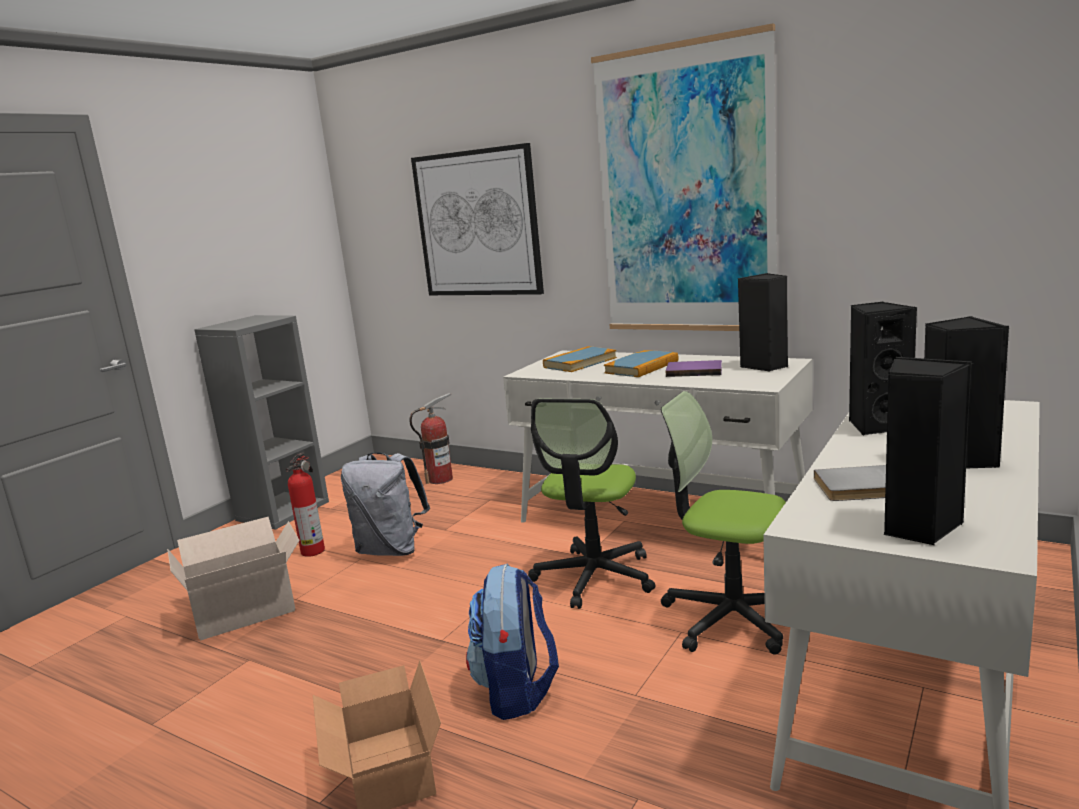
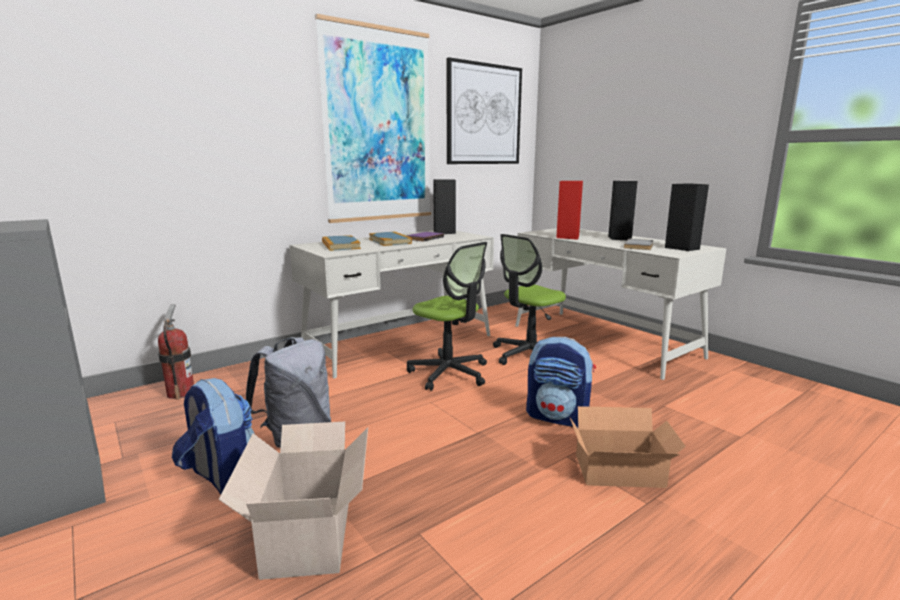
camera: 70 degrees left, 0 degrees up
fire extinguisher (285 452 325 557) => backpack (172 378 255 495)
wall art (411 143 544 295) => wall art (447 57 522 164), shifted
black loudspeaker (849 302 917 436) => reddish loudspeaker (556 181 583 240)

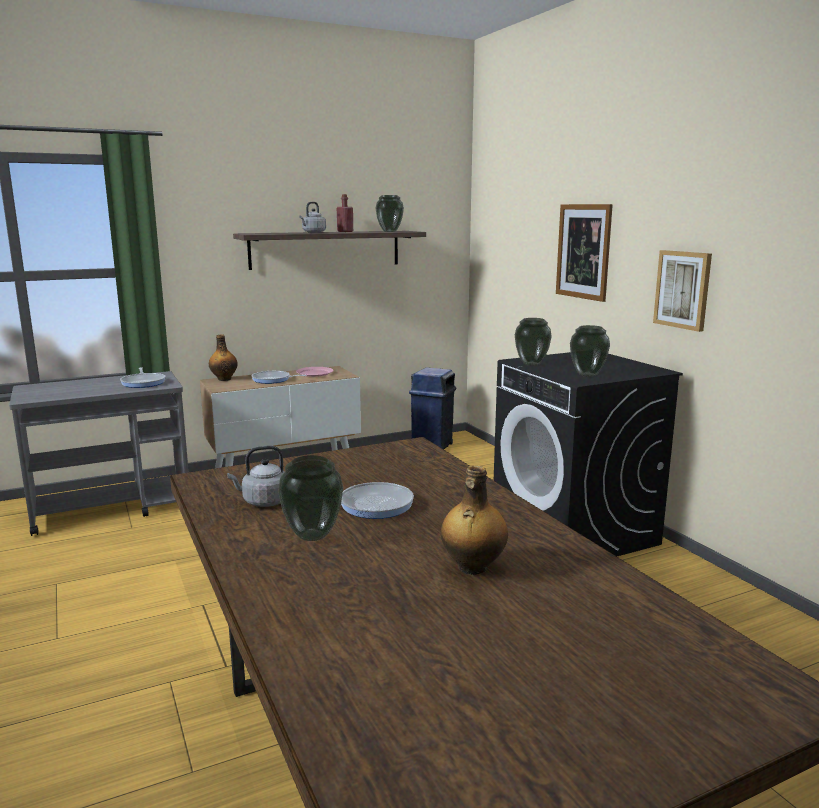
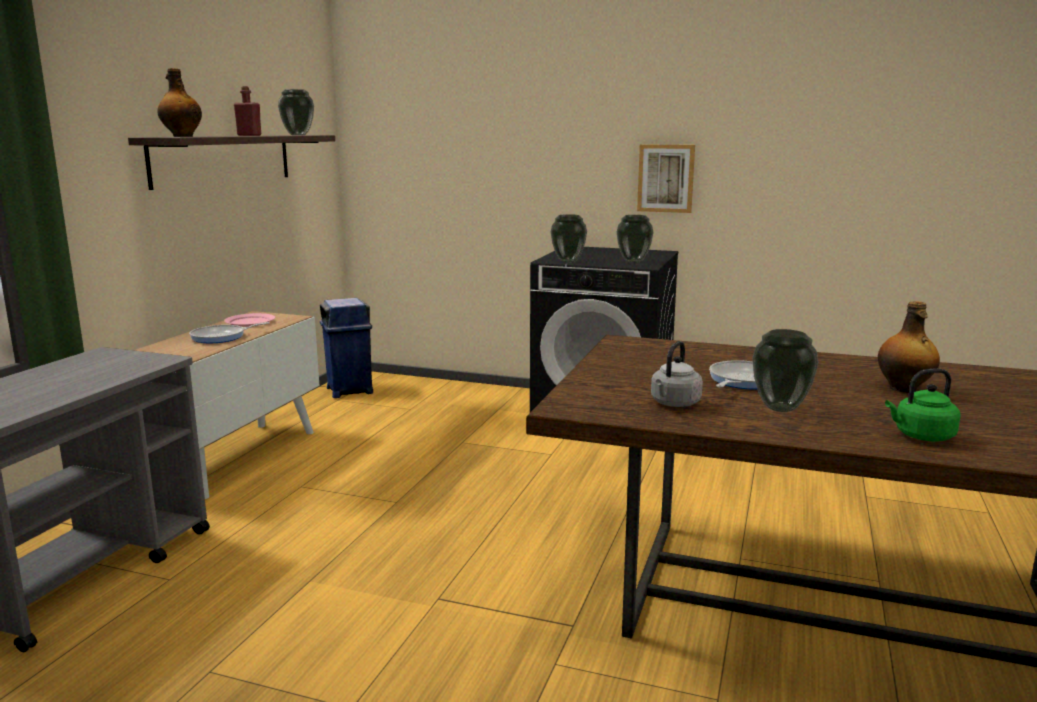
camera: 45 degrees left, 0 degrees up
drink bottle (209 335 238 381) => drink bottle (157 68 202 137), shifted
nothing => green-coloured kettle (885 368 961 441)
skillet (120 367 165 388) => nothing
grey kettle (299 202 326 233) => nothing
wall art (556 204 613 302) => nothing

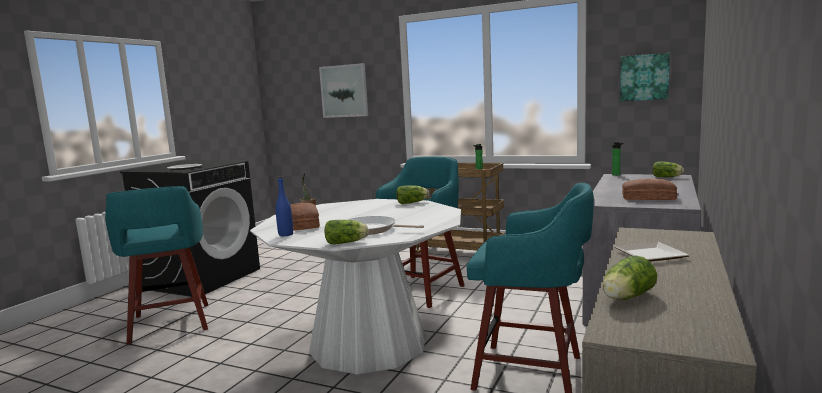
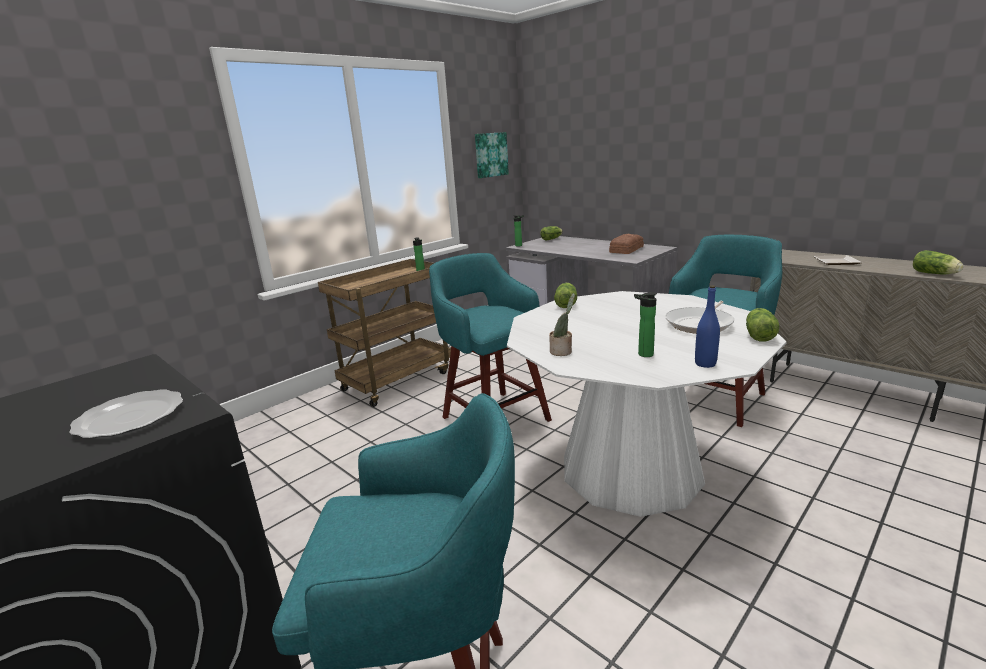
camera: 70 degrees left, 10 degrees up
bakery bread (291 203 320 231) => drink bottle (634 292 657 357)
wall art (319 63 368 118) => nothing

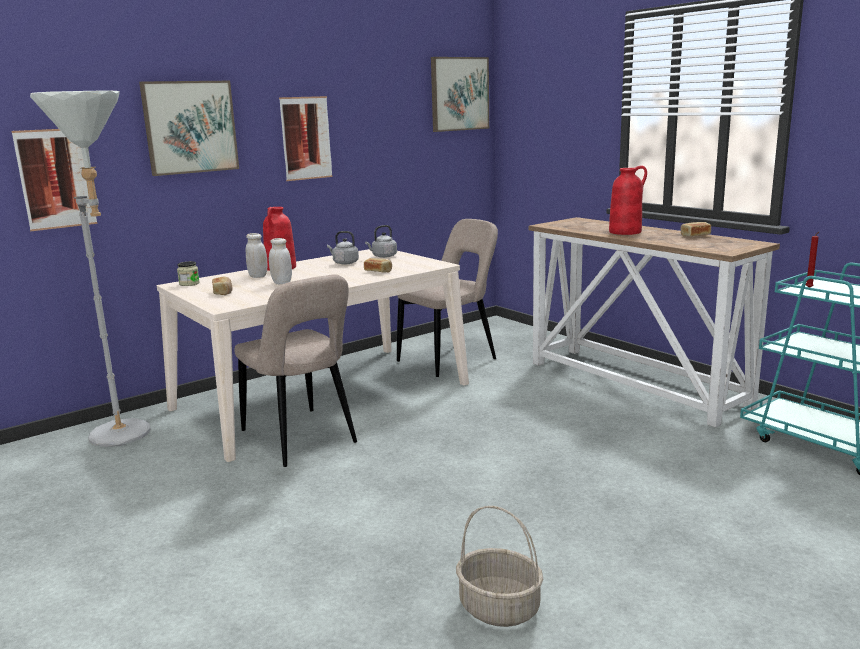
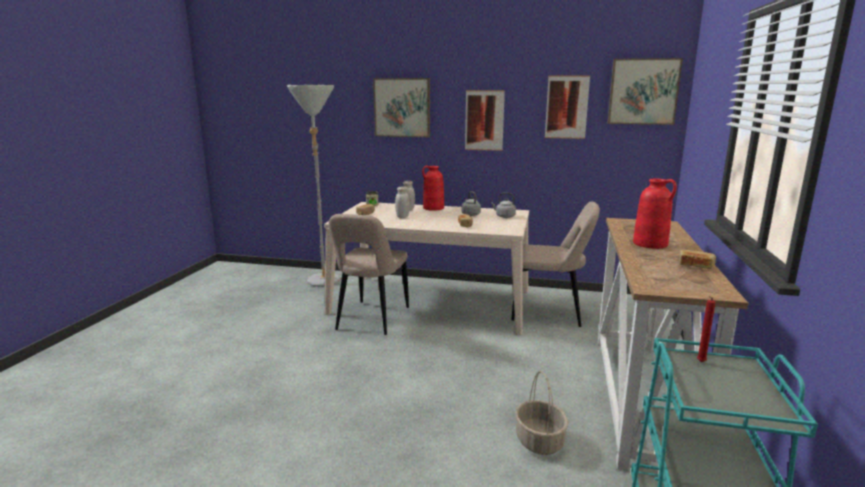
camera: 50 degrees right, 0 degrees up
basket (456 506 543 627) => basket (515 371 568 455), shifted
wall art (11 129 98 231) => wall art (545 75 590 139), shifted

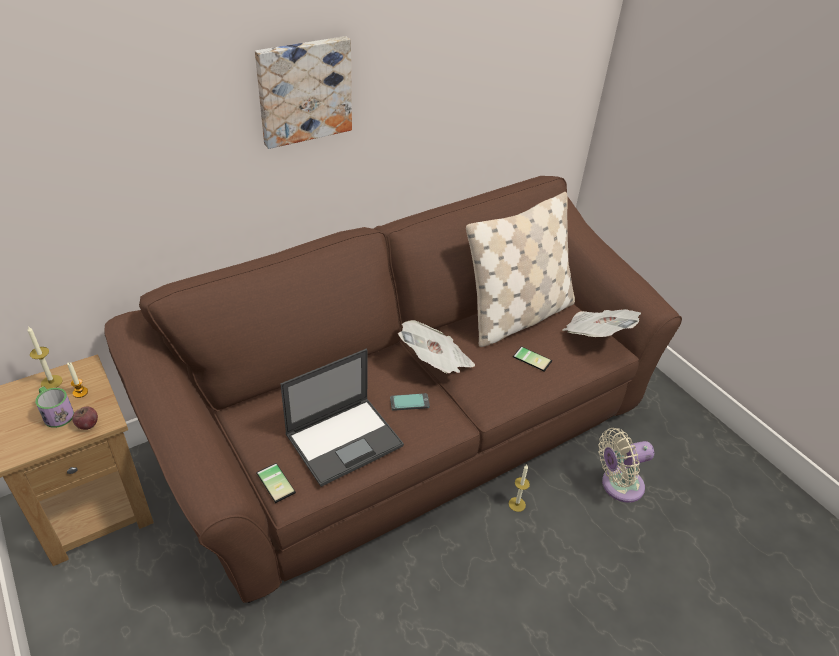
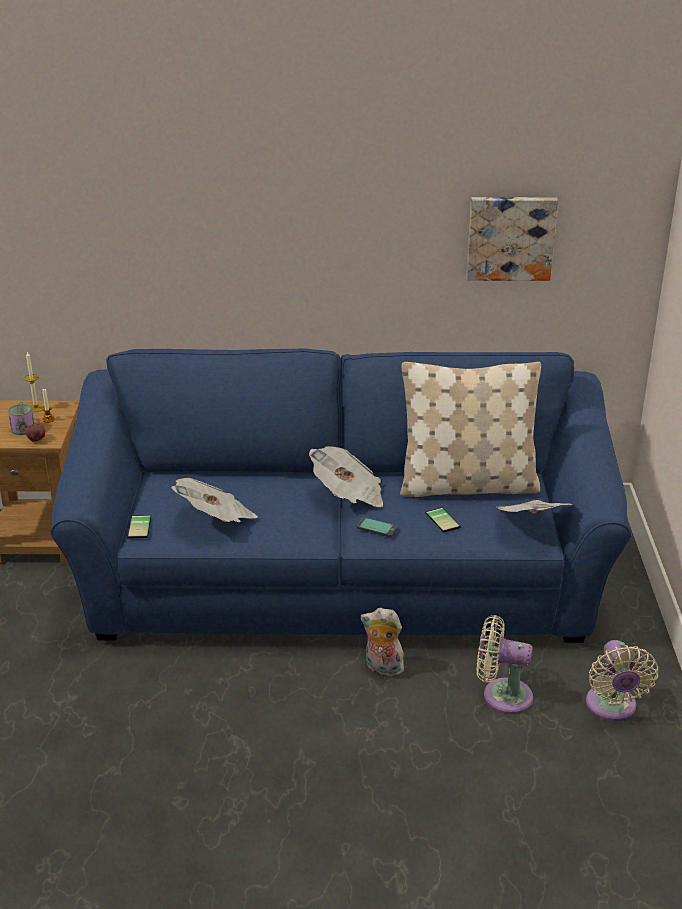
camera: 35 degrees right, 10 degrees down
brownish sofa (104 176 682 603) => bluish sofa (50 349 631 643)
portable computer (280 349 404 487) => printed paper (171 478 258 522)
phone (390 393 430 411) => phone (357 517 398 537), shifted
wax candle (509 465 530 512) => soft toy (361 608 404 676)
wall art (255 36 352 149) => wall art (467 197 558 281), shifted
nothing => beige fan (586 640 658 721)

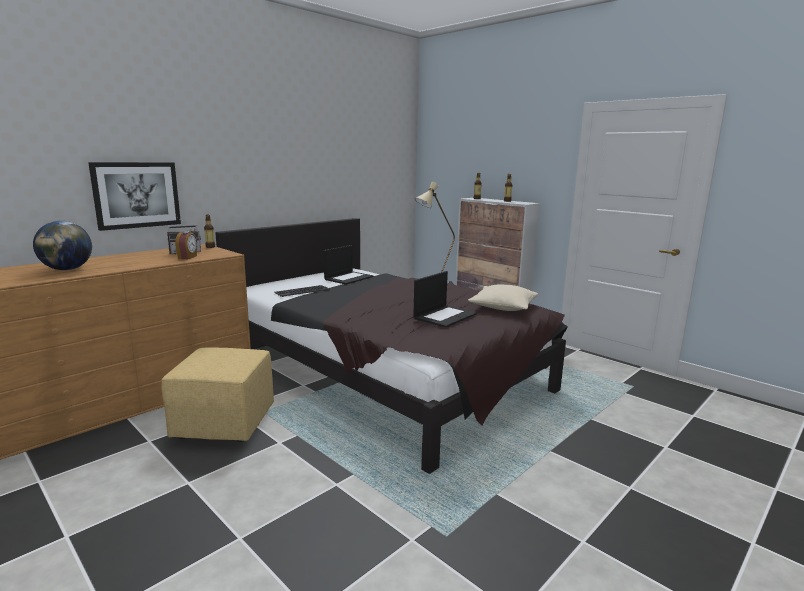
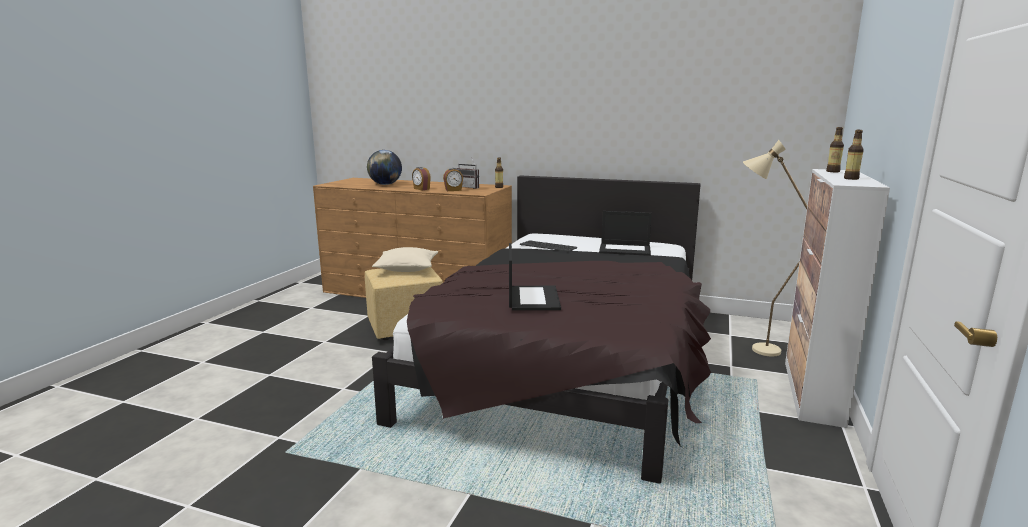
camera: 65 degrees right, 0 degrees up
beige cushion (468 284 538 311) => beige cushion (372 247 438 272), shifted
nothing => alarm clock (412 167 431 190)
portable computer (413 271 477 328) => portable computer (509 243 561 310), 105 degrees counterclockwise
wall art (88 162 181 231) => nothing

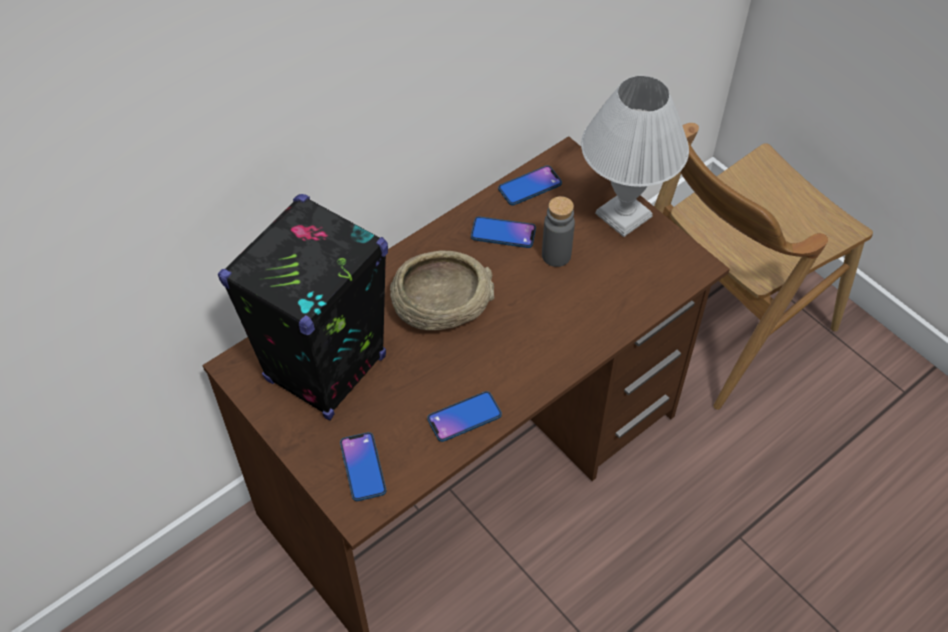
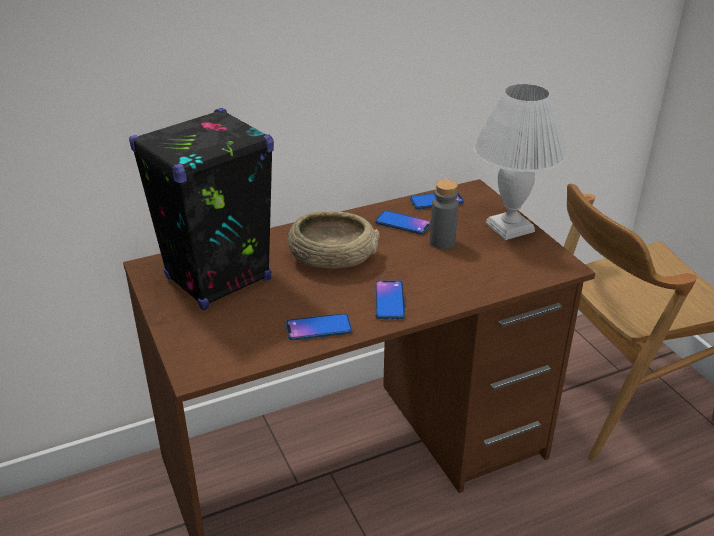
camera: 15 degrees right, 20 degrees down
phone (340 432 386 501) => phone (375 280 405 319), shifted

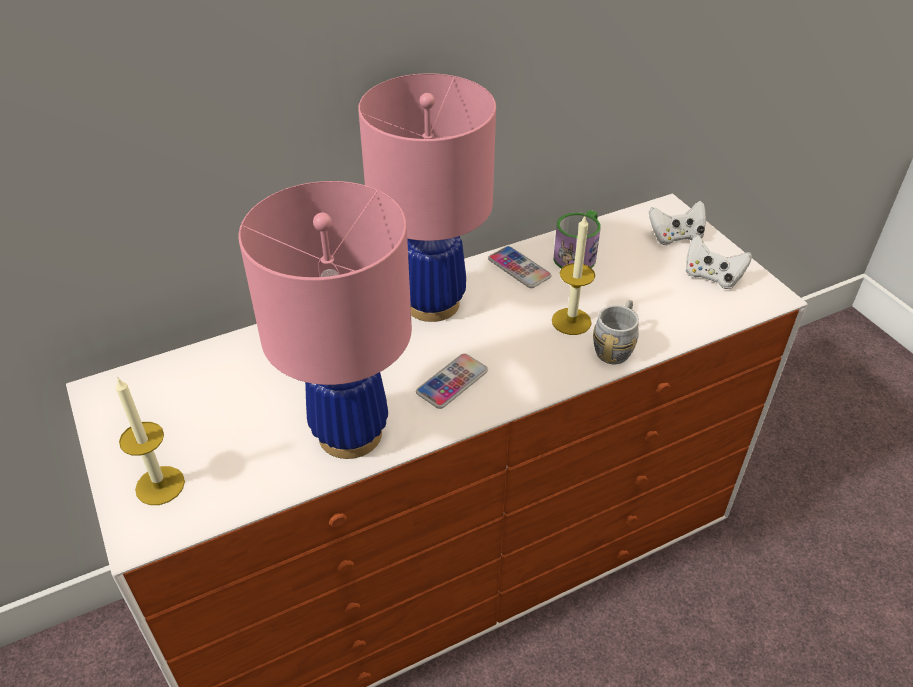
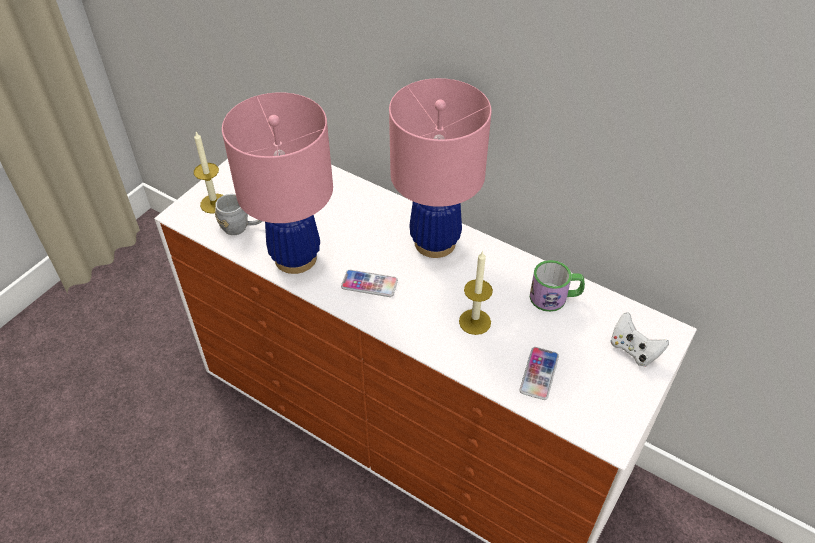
camera: 60 degrees right, 5 degrees up
grey coffee mug (593 300 639 364) => grey coffee mug (215 194 263 235), shifted
phone (488 246 552 288) => phone (519 347 559 400), shifted
white-coloured gamepad (686 235 752 289) => nothing

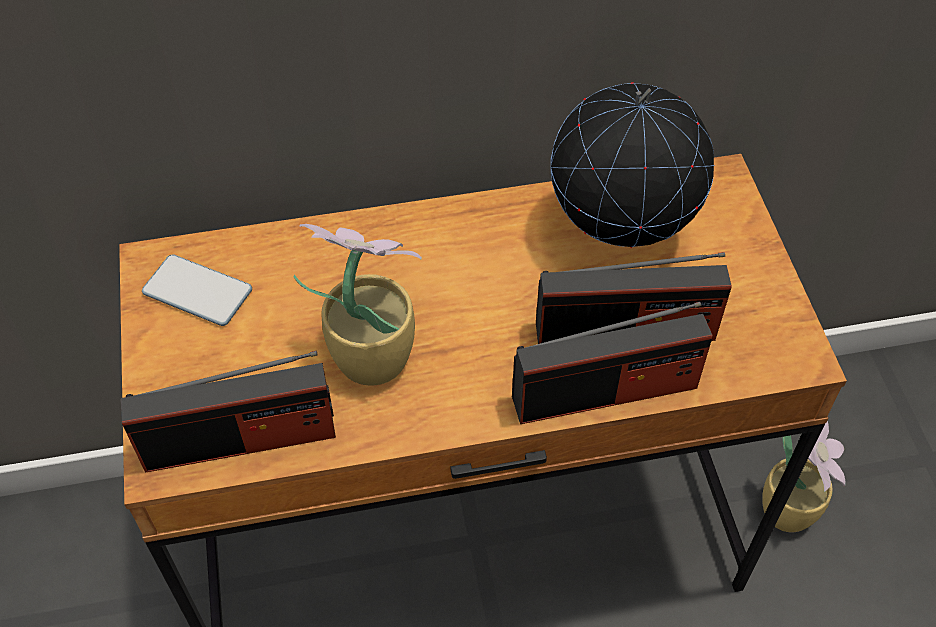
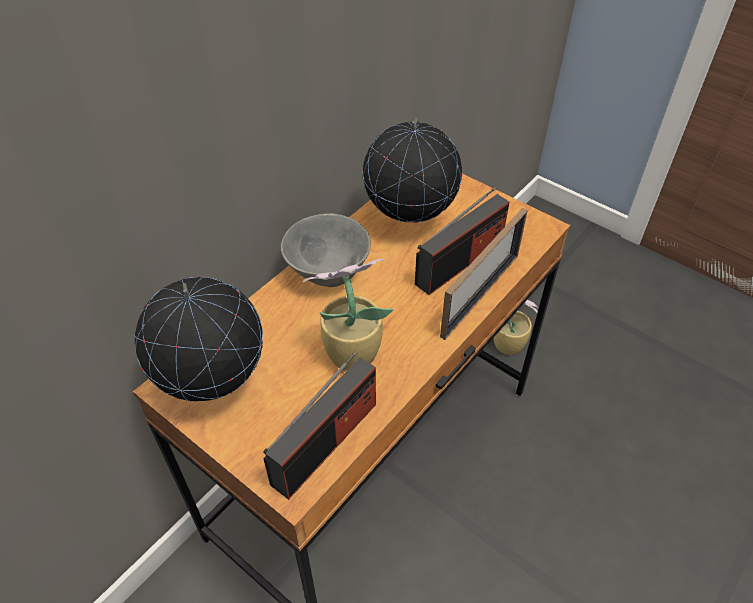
camera: 40 degrees left, 5 degrees down
phone (142 254 252 326) => globe (135 277 263 401)
nothing => grey deep dish (281 213 371 287)
radio set (512 302 713 424) => photo frame (440 208 527 340)

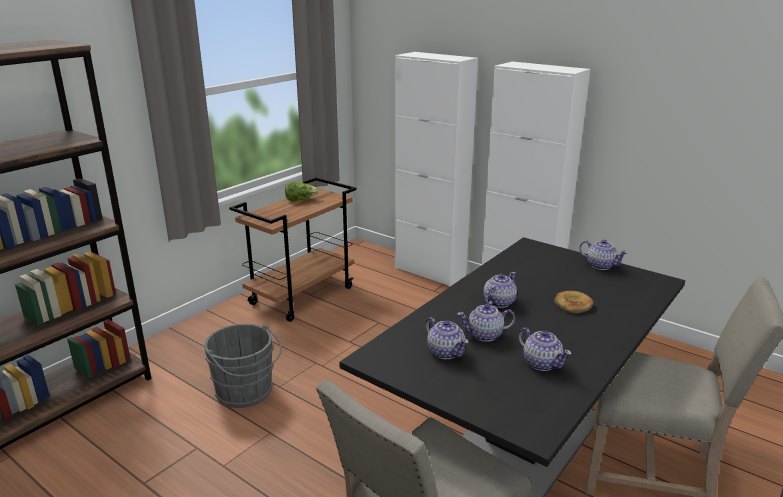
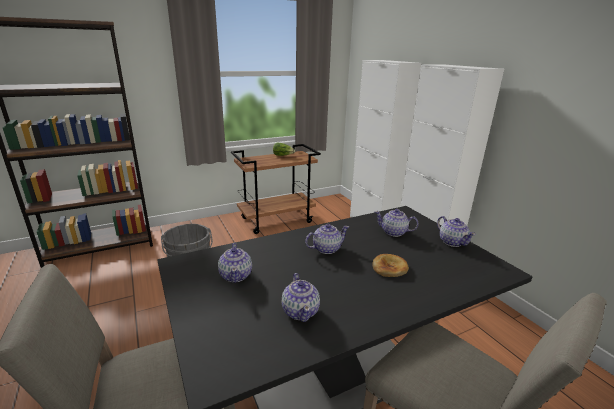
camera: 25 degrees right, 0 degrees up
pot for tea (457 304 515 342) => pot for tea (374 209 418 237), shifted

